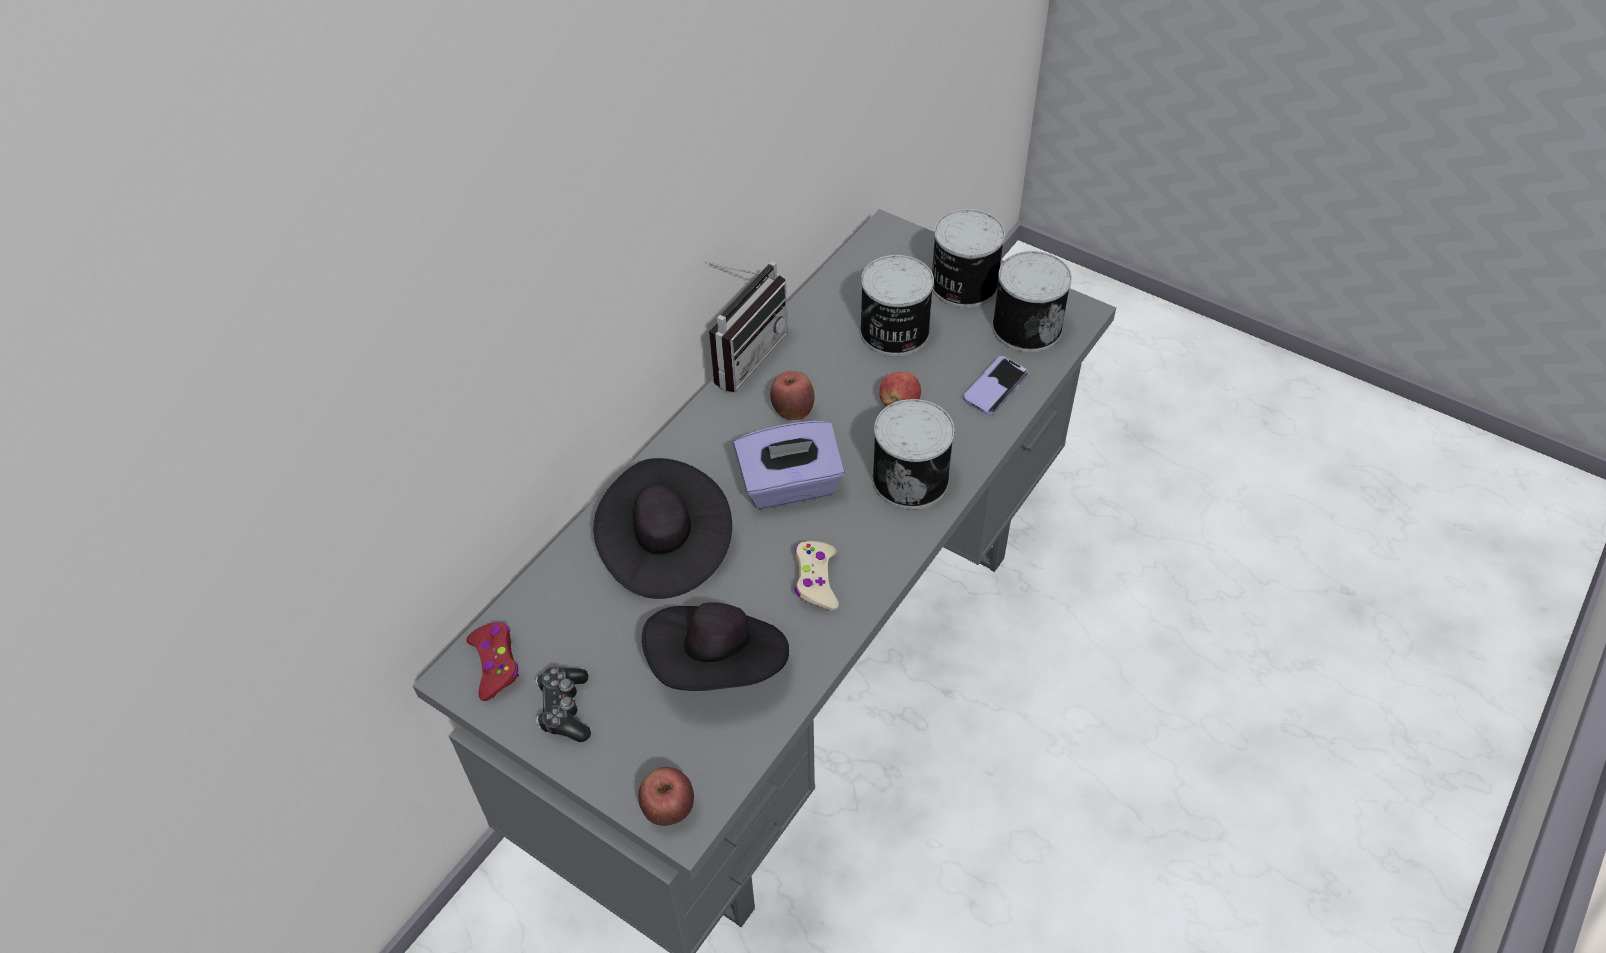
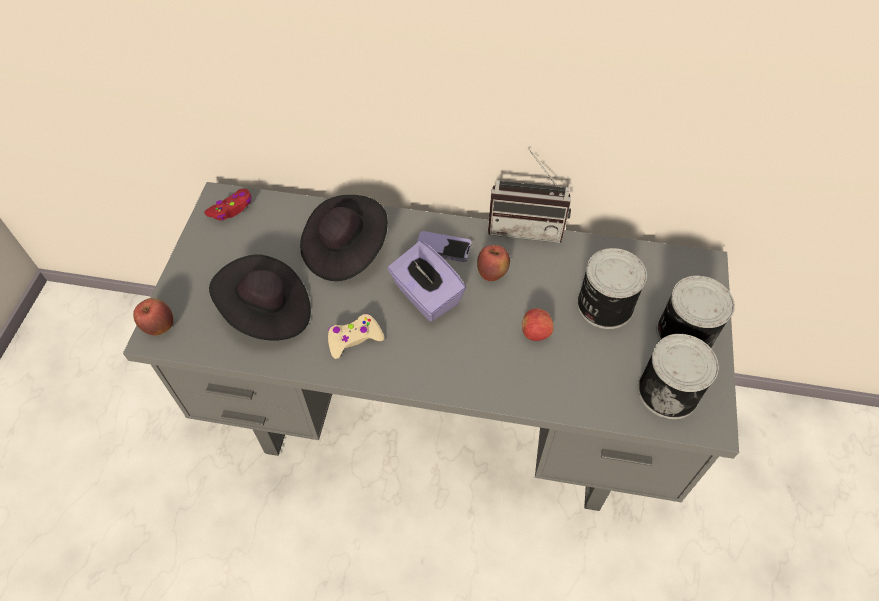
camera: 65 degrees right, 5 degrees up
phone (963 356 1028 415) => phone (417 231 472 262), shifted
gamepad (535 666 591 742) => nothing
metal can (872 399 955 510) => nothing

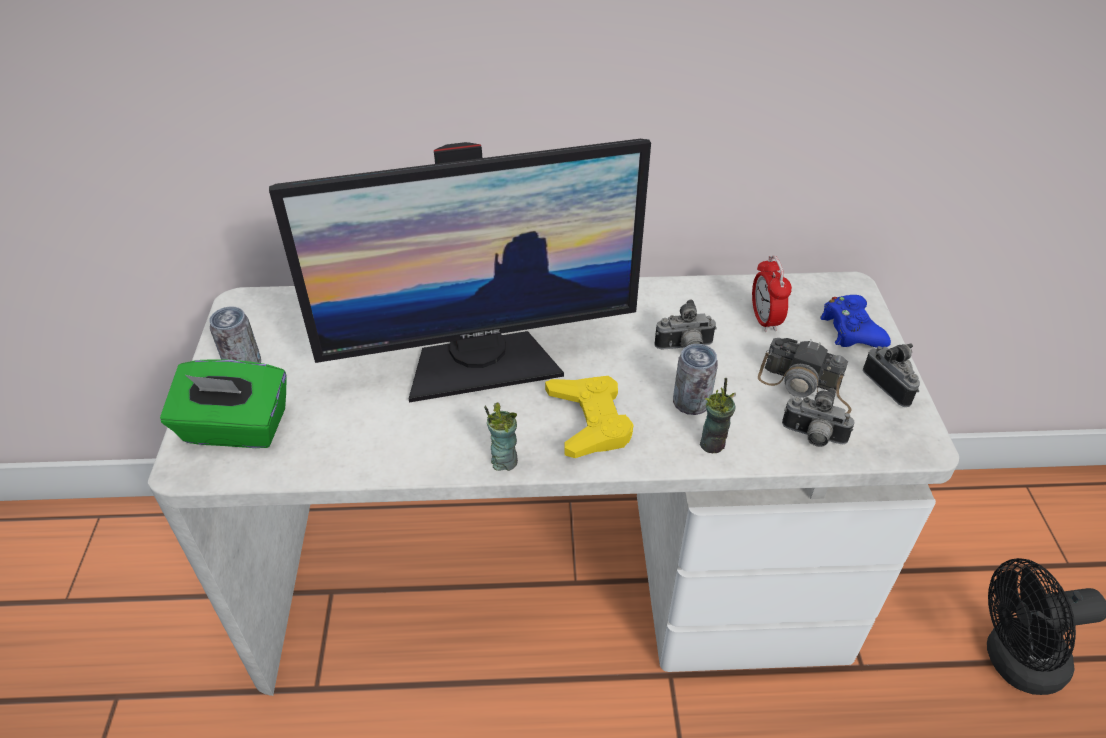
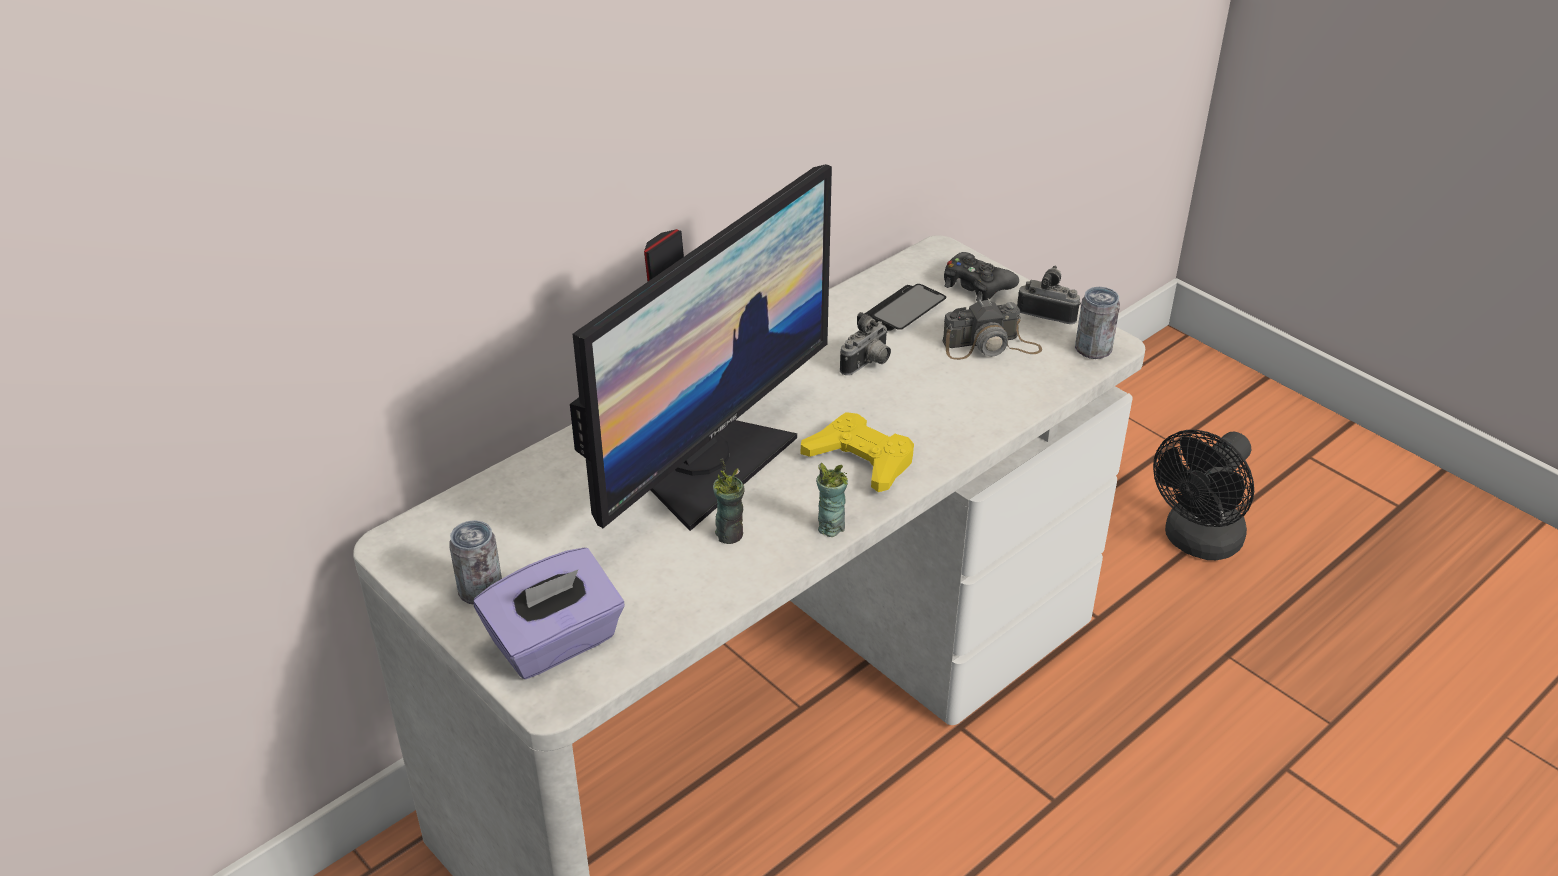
camera: 40 degrees left, 5 degrees down
green-coloured box of tissues (160 359 287 448) => purple-coloured box of tissues (474 548 625 679)
small cup (700 378 736 454) => small cup (713 458 744 544), shifted
alarm clock (752 255 792 332) => phone (864 284 947 331)
bluish gamepad (820 295 891 348) => black gamepad (944 252 1019 302)
metal can (673 344 718 415) => metal can (1075 287 1120 359), shifted
photo camera (782 388 854 447) => nothing

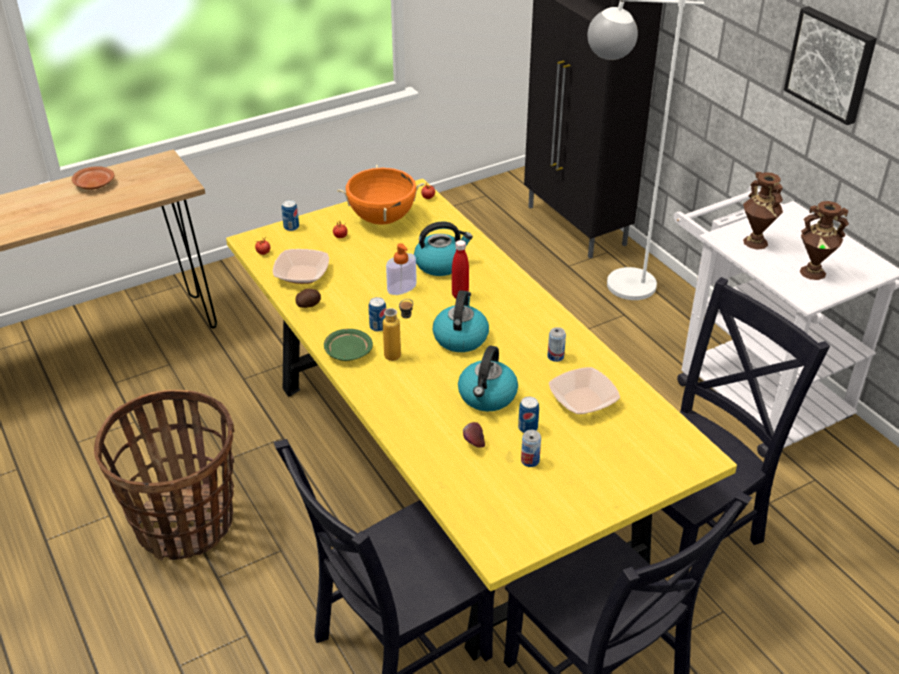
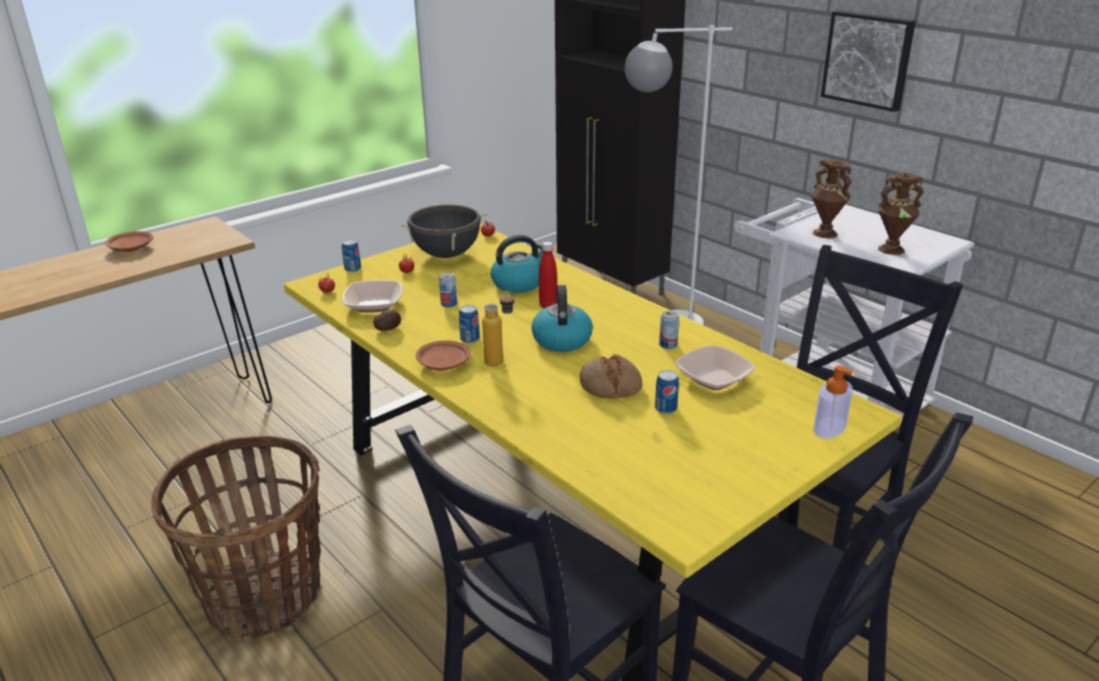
camera: 10 degrees left, 10 degrees down
orange cooking pot (337 164 425 225) => black cooking pot (399 204 488 258)
green-coloured plate (324 329 373 361) => brownish plate (416 340 471 371)
metal can (521 430 541 467) => metal can (439 273 457 307), shifted
kettle (458 346 518 411) => bakery bread (580 354 642 398)
liquid soap bottle (386 243 417 295) => liquid soap bottle (813 366 853 439), shifted
apple (463 422 485 448) => nothing

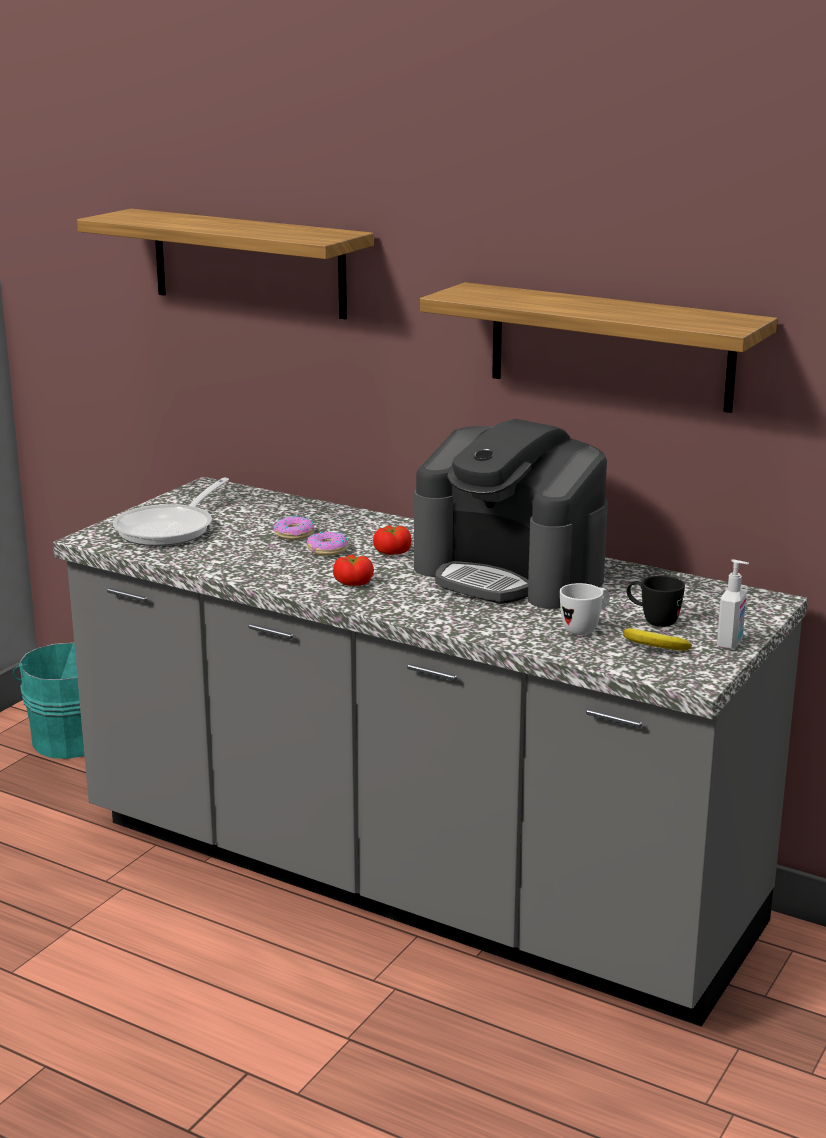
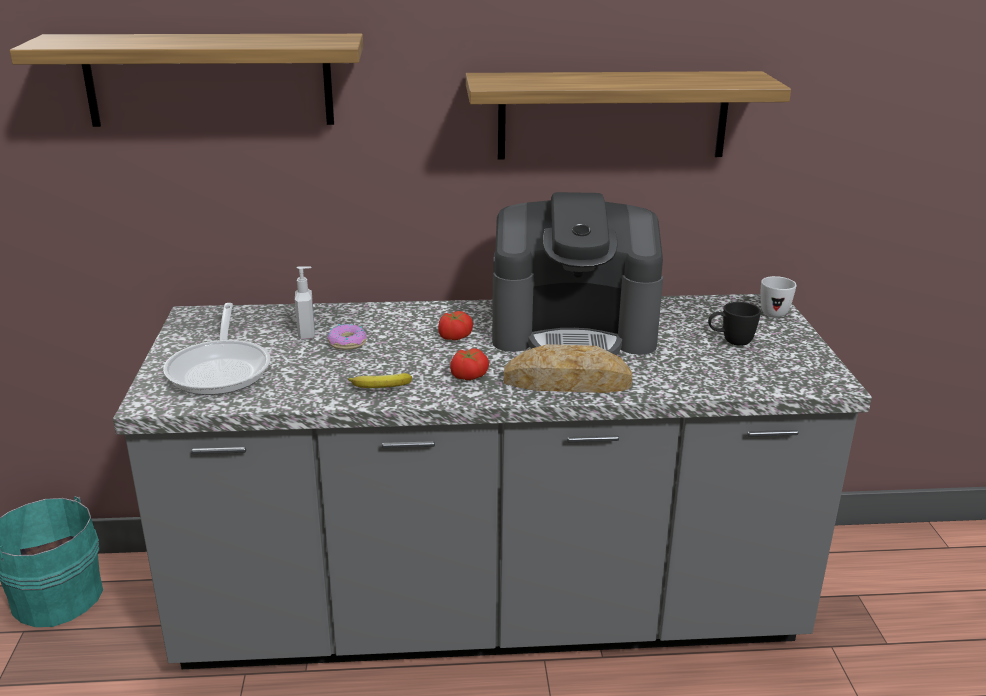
camera: 35 degrees left, 5 degrees up
liquid soap bottle (717 560 749 650) => liquid soap bottle (295 267 315 340), shifted
banana (623 628 692 651) => banana (348 373 412 388), shifted
nothing => bakery bread (504 344 632 393)
white-coloured coffee mug (560 583 610 635) => white-coloured coffee mug (760 276 797 317), shifted
donut (307 532 348 556) => nothing

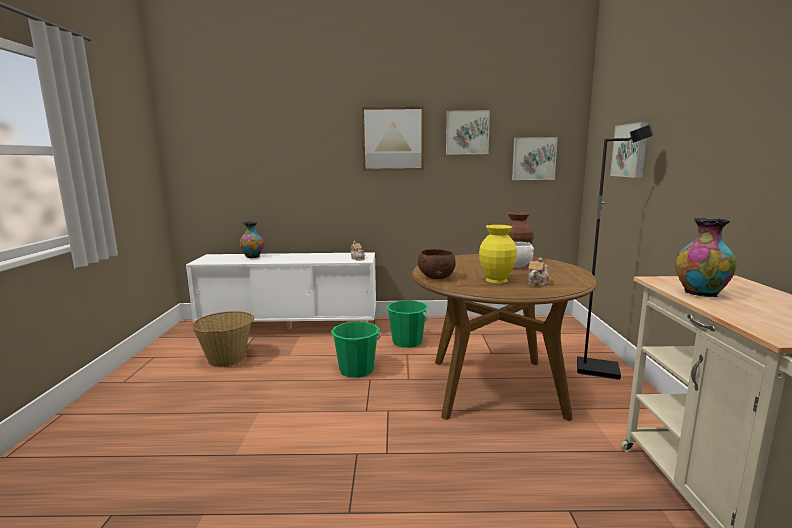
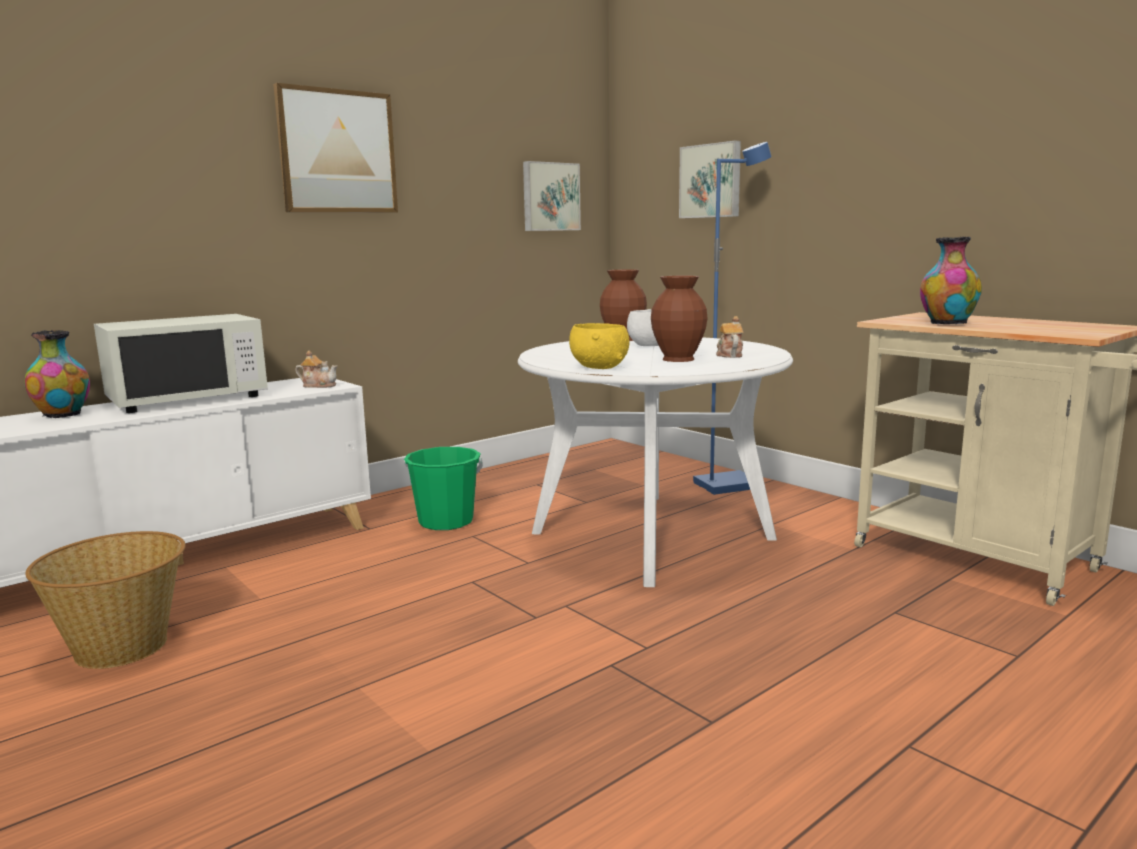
camera: 40 degrees left, 0 degrees up
nothing => white-coloured kitchen microwave (94 314 268 413)
brownish dinner table (412 254 597 421) => white-coloured dinner table (518 337 793 587)
brownish deep dish (418 249 456 279) => yellowish deep dish (569 323 630 369)
yellowish flower vase (479 225 517 283) => brownish flower vase (651 276 707 362)
black standing lamp (577 124 654 380) => bluish standing lamp (693 142 772 495)
green-coloured bucket (331 322 381 378) => nothing
wall art (446 110 490 155) => nothing

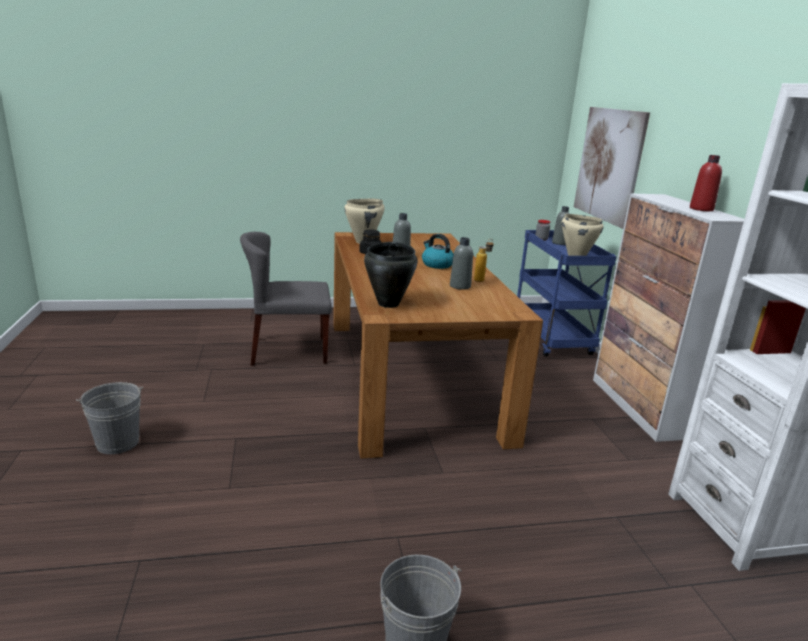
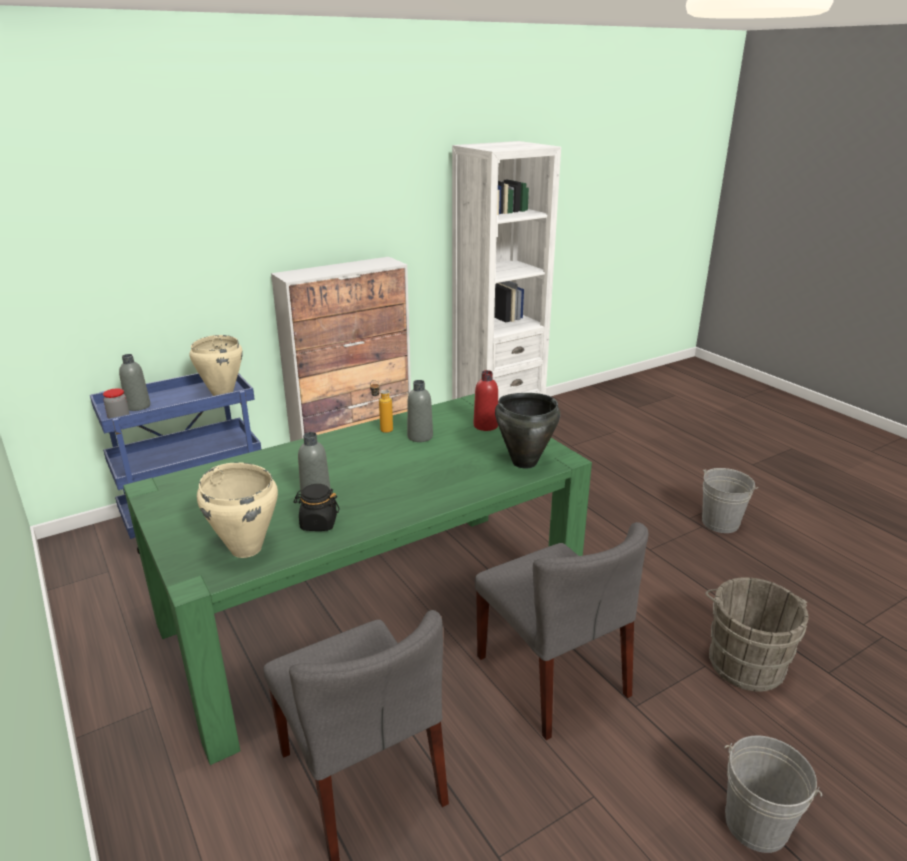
camera: 110 degrees left, 5 degrees up
brownish dinner table (333 232 543 459) => green-coloured dinner table (123 394 592 765)
reddish drink bottle (690 155 722 211) => reddish drink bottle (473 370 498 431), shifted
nothing => grey plain chair (475 522 648 740)
nothing => grey bucket (705 577 809 692)
kettle (422 234 454 269) => nothing
wall art (574 107 650 229) => nothing

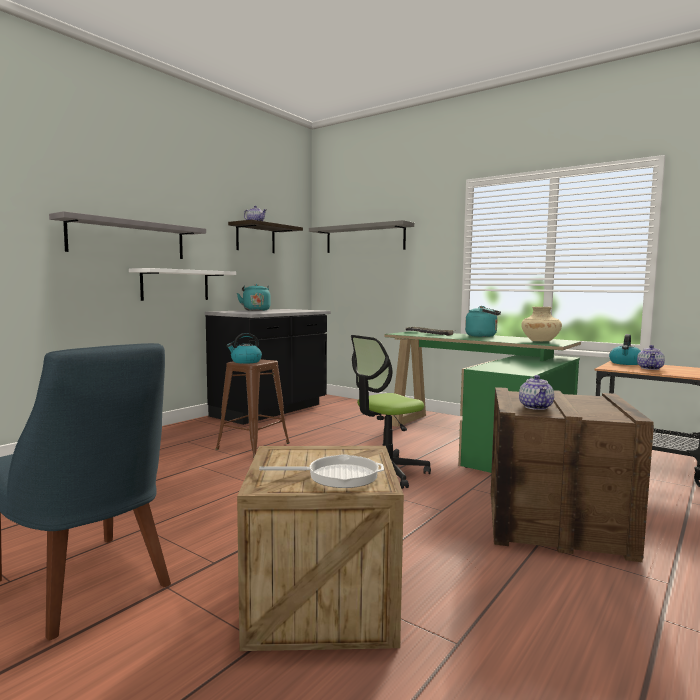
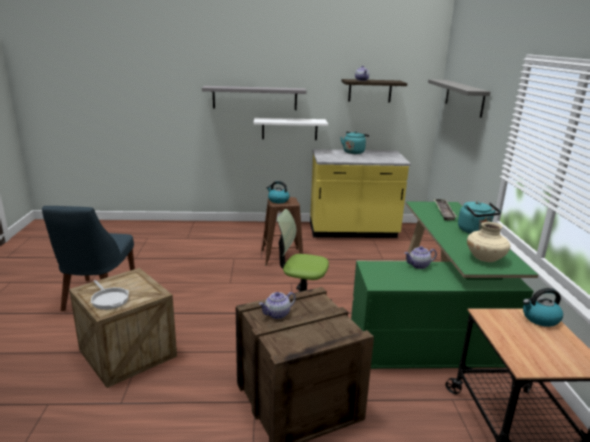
camera: 50 degrees right, 15 degrees up
black kitchen counter (205 309 331 425) => yellowish kitchen counter (310 149 411 238)
pot for tea (637 345 665 370) => pot for tea (405 246 437 269), shifted

